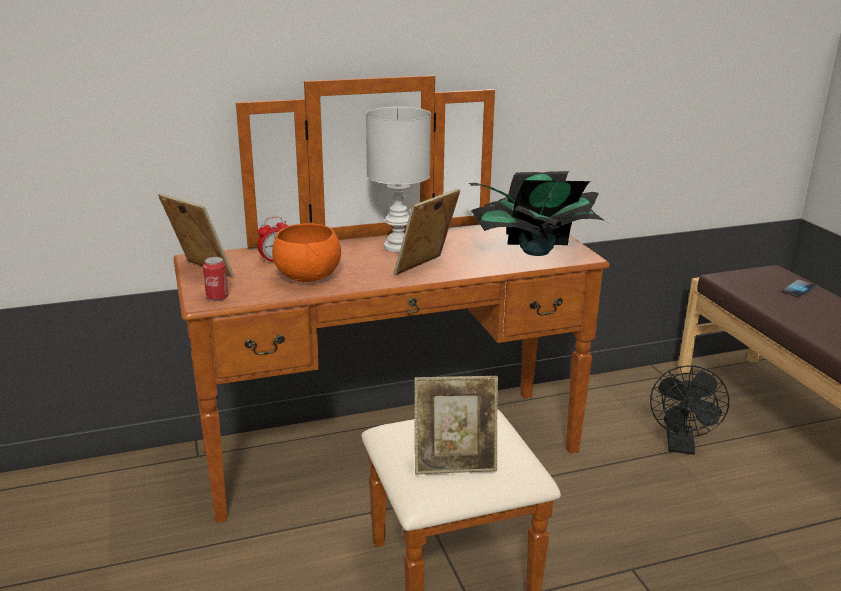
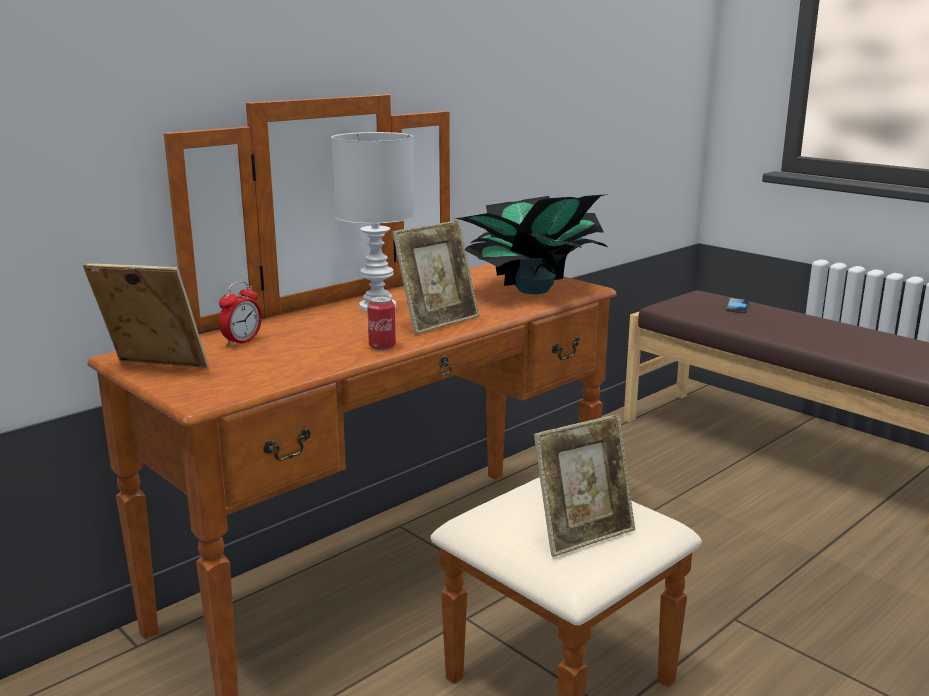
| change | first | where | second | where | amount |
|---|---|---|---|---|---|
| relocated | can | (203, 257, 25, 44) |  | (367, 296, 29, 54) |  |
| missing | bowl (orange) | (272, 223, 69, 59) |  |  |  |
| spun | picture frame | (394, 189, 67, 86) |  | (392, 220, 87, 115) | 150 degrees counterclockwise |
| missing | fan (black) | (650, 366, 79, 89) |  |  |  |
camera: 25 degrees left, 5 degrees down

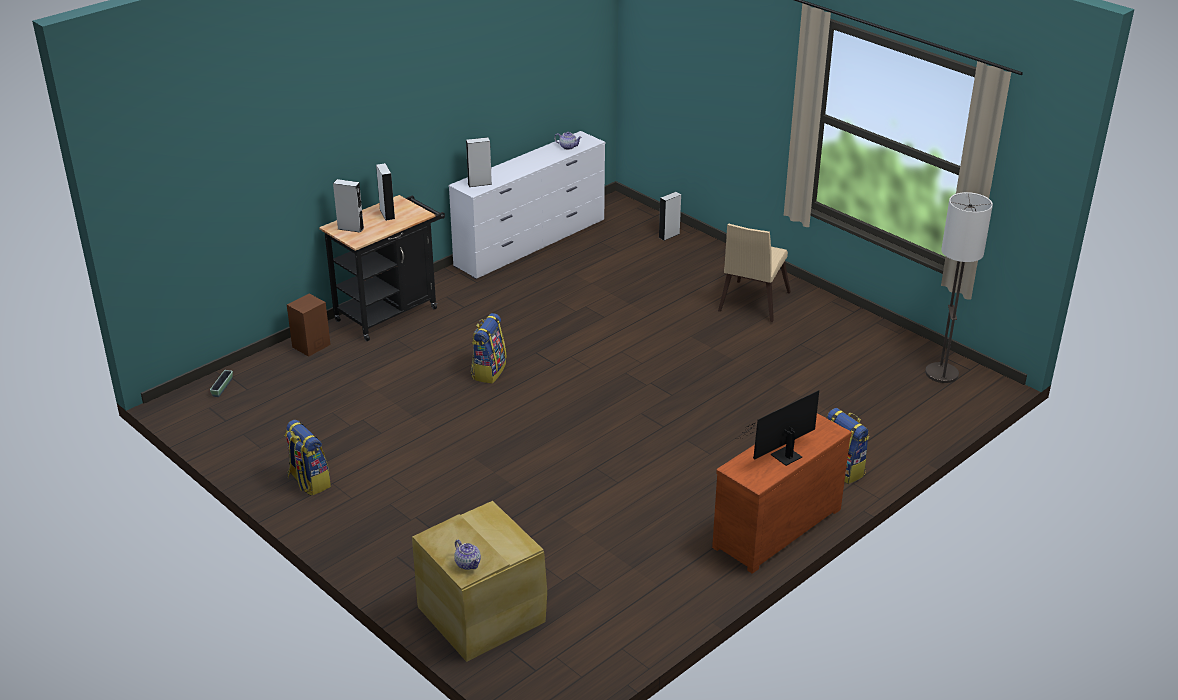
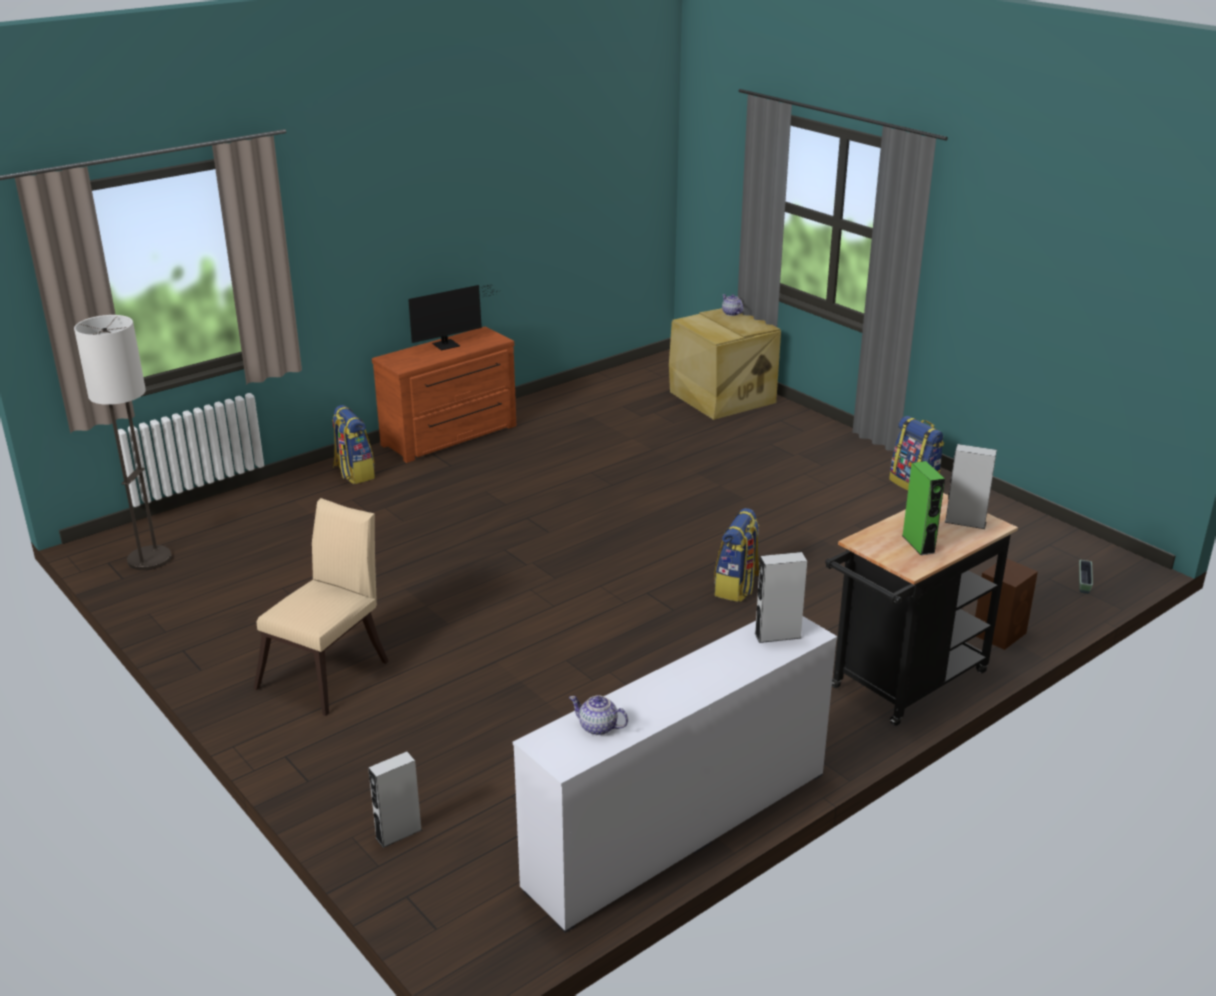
| change | first | where | second | where | amount |
|---|---|---|---|---|---|
| colour | speaker (grey) | (376, 163, 19, 58) | speaker (green) | (902, 461, 43, 94) |  |
camera: 175 degrees left, 5 degrees down

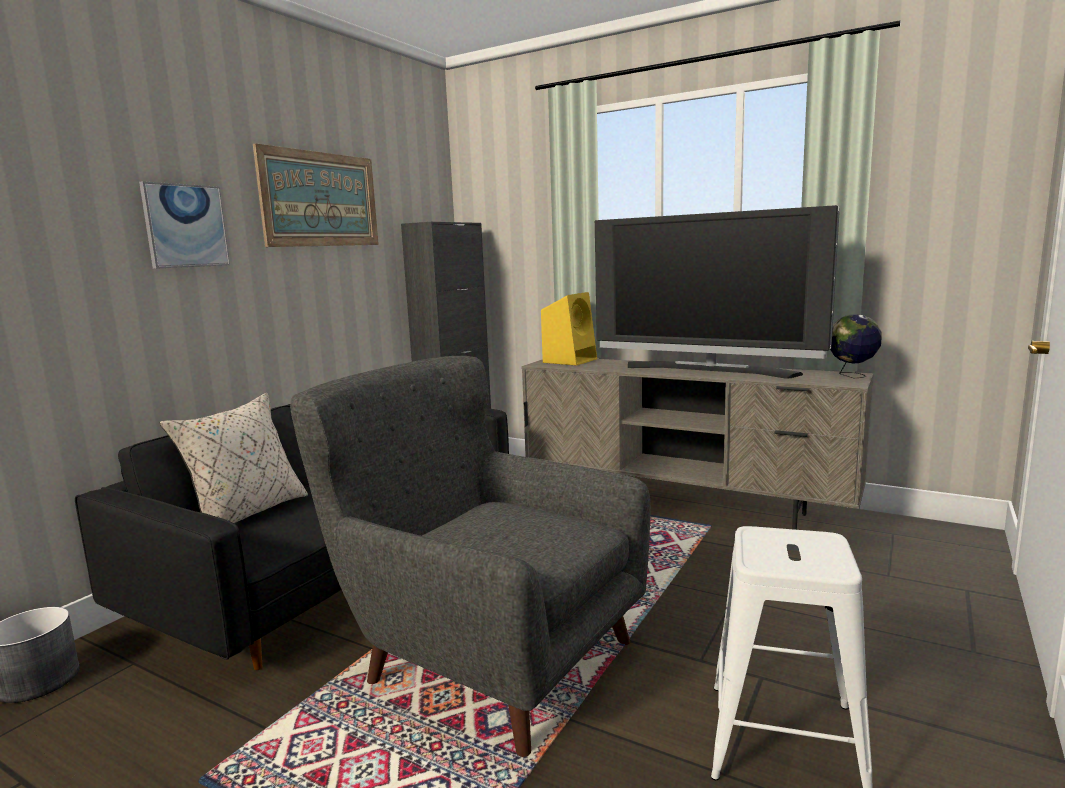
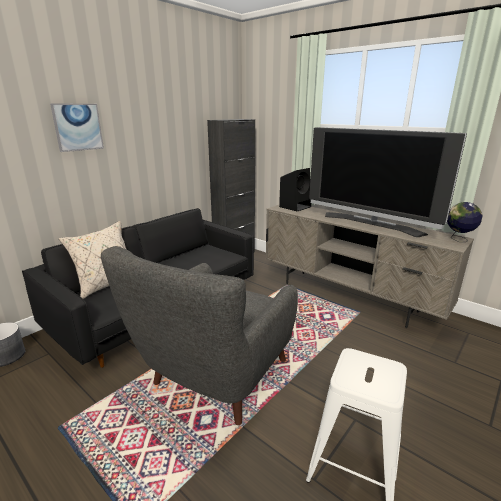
| change | first | where | second | where | amount |
|---|---|---|---|---|---|
| missing | picture | (253, 144, 126, 103) |  |  |  |
| spun | armchair (grey) | (290, 356, 361, 401) |  | (101, 246, 197, 179) | 105 degrees counterclockwise |
| colour | speaker (yellow) | (541, 292, 56, 74) | speaker (black) | (279, 168, 32, 43) |  |
camera: 10 degrees right, 10 degrees up

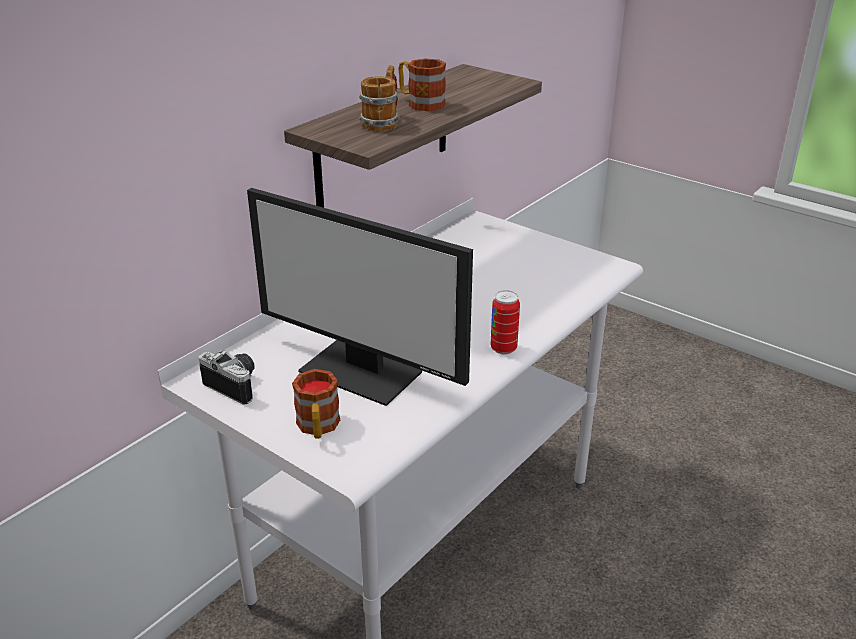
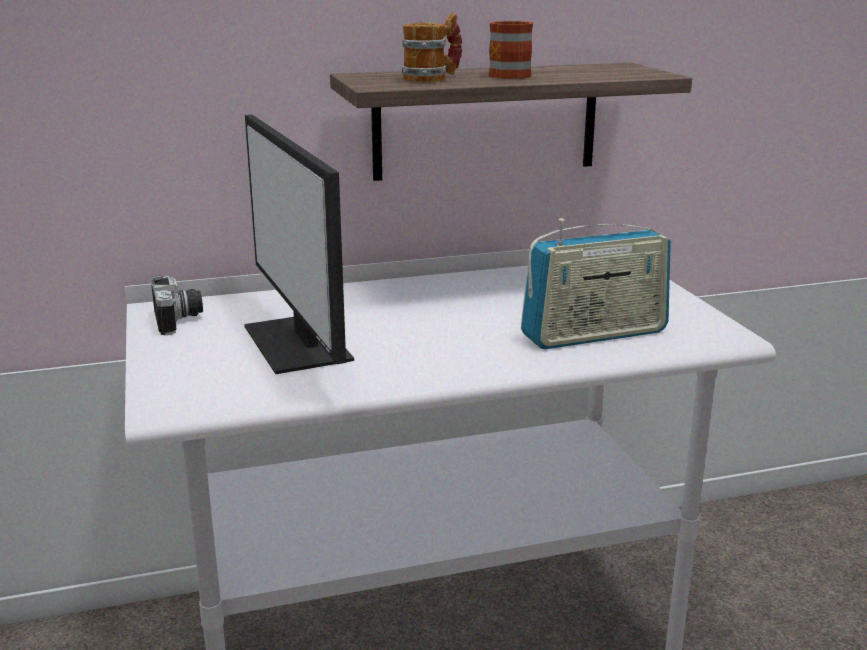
| change | first | where | second | where | amount |
|---|---|---|---|---|---|
| missing | mug | (292, 369, 48, 70) |  |  |  |
| missing | can | (491, 290, 29, 64) |  |  |  |
| appeared |  |  | radio | (521, 218, 150, 131) |  |
camera: 35 degrees right, 10 degrees down

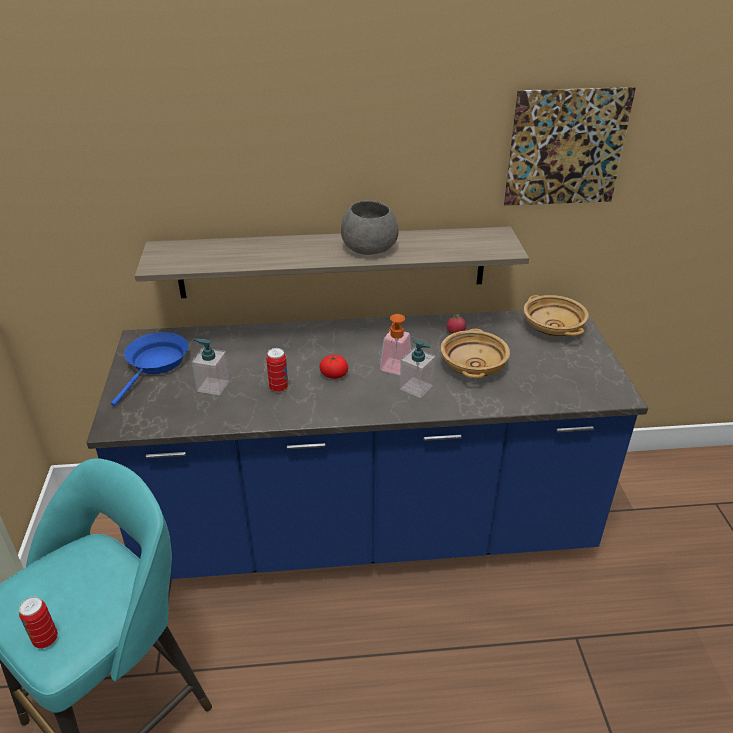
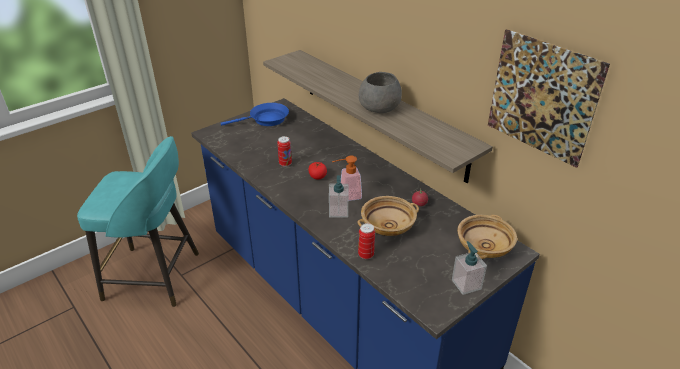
| change | first | where | second | where | amount |
|---|---|---|---|---|---|
| relocated | can | (19, 597, 39, 52) |  | (358, 223, 17, 36) |  |
| relocated | soap dispenser | (192, 338, 38, 57) |  | (452, 241, 35, 54) |  |
camera: 55 degrees right, 0 degrees up

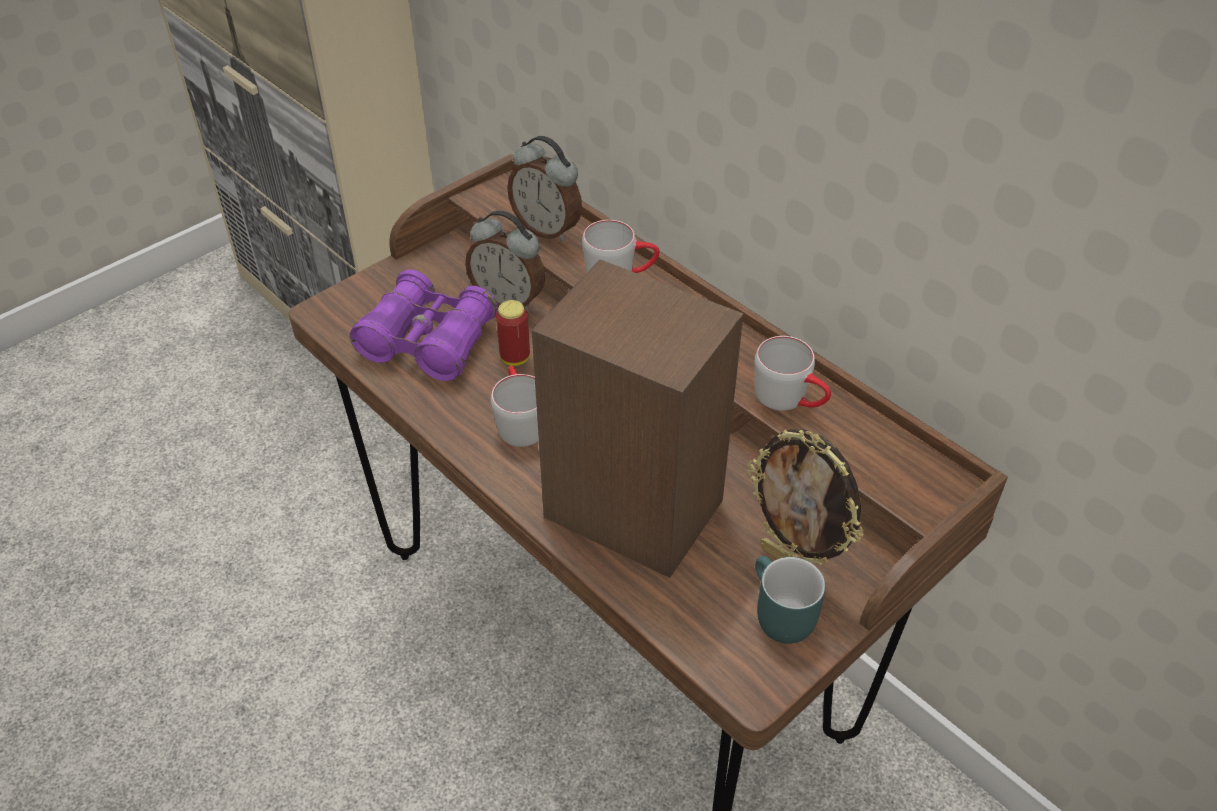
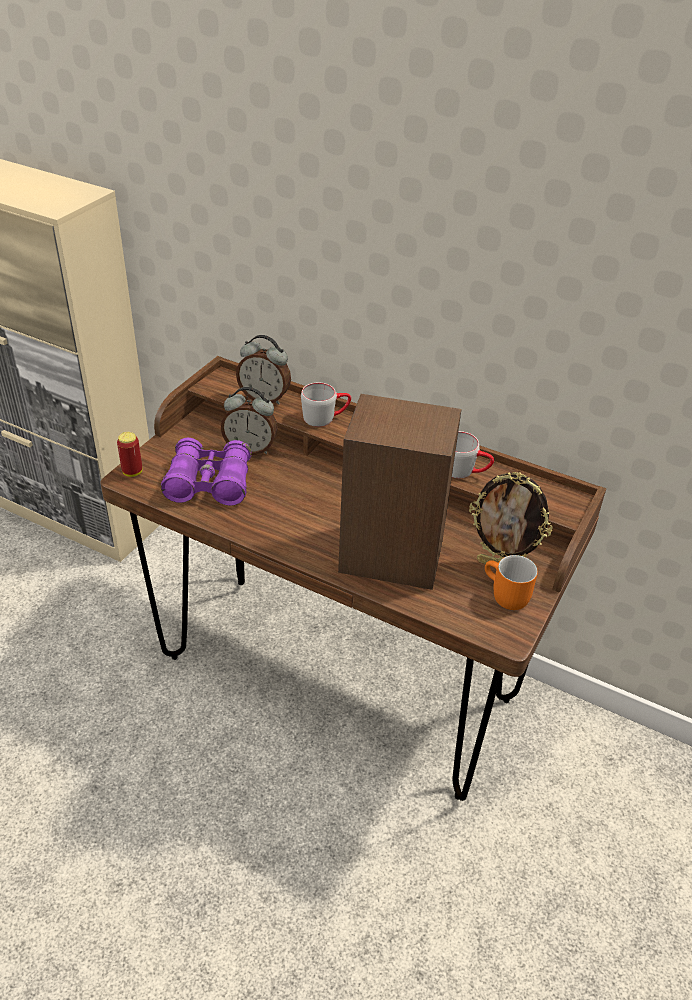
| change | first | where | second | where | amount |
|---|---|---|---|---|---|
| missing | mug (grey) | (491, 366, 48, 81) |  |  |  |
| relocated | can | (496, 300, 34, 66) |  | (117, 432, 25, 45) |  |
| colour | mug (turquoise) | (755, 556, 71, 88) | mug (orange) | (485, 555, 53, 55) |  |
camera: 20 degrees left, 5 degrees down

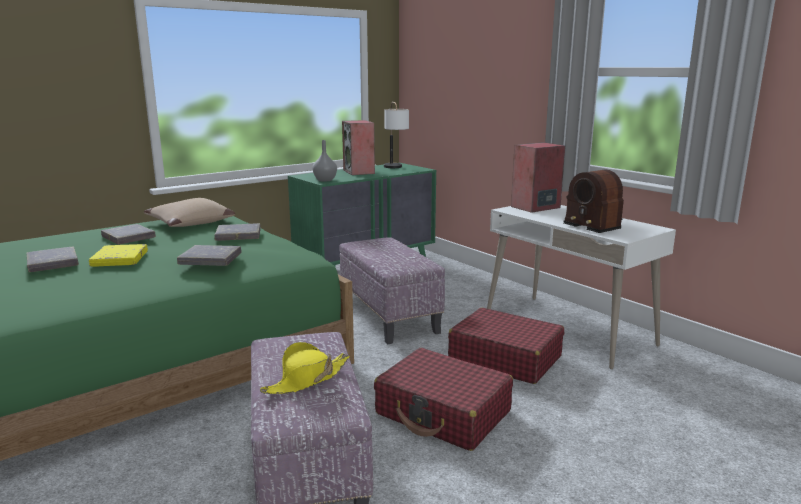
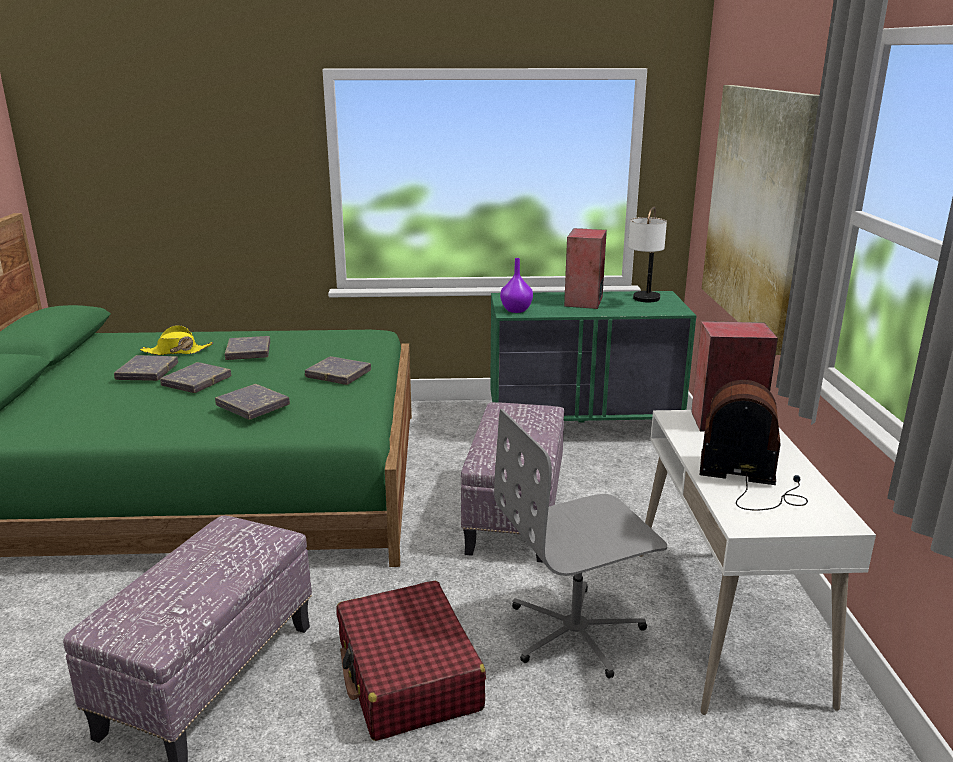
| change | first | where | second | where | amount |
|---|---|---|---|---|---|
| colour | book (yellow) | (89, 244, 59, 23) | book (grey) | (160, 362, 71, 31) |  |
| missing | pillow (beige) | (144, 198, 91, 29) |  |  |  |
| relocated | hat (yellow) | (260, 342, 89, 52) |  | (140, 325, 73, 30) |  |
| colour | vase (grey) | (312, 140, 25, 42) | vase (purple) | (500, 258, 33, 55) |  |
| exchanged | suitcase (red) | (448, 308, 116, 76) | office chair (grey) | (494, 409, 174, 269) |  |
| spun | radio | (564, 170, 60, 63) |  | (699, 380, 109, 131) | 105 degrees clockwise |
| appeared |  |  | picture | (702, 85, 117, 270) |  |
camera: 35 degrees right, 5 degrees up

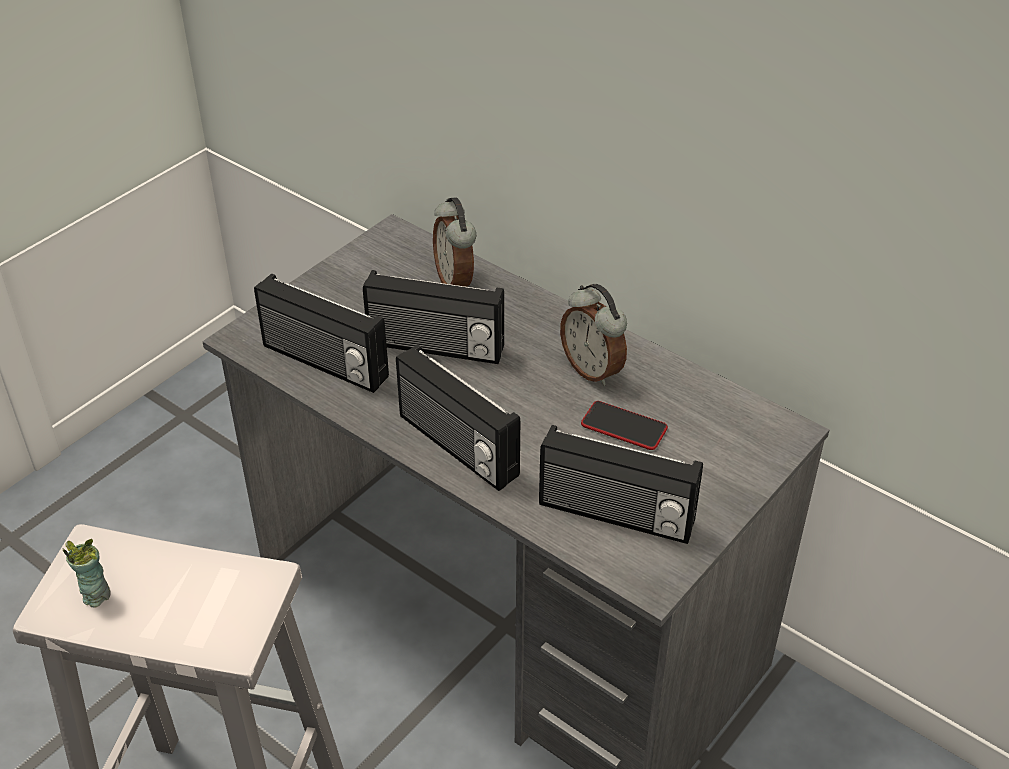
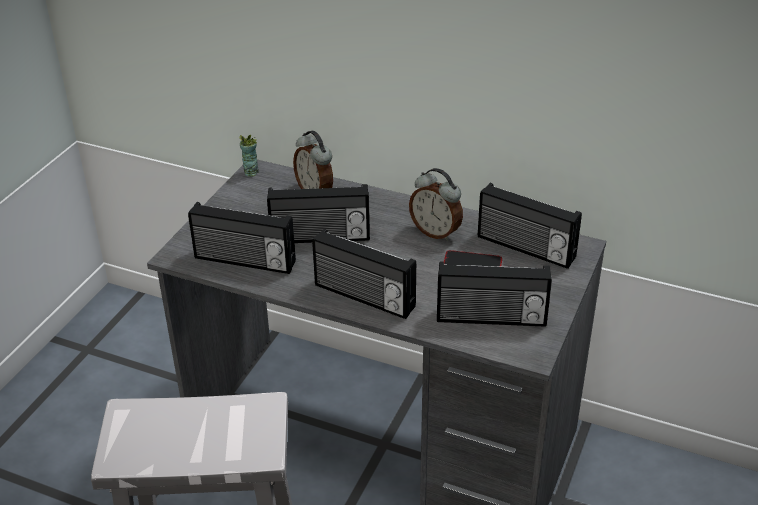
| change | first | where | second | where | amount |
|---|---|---|---|---|---|
| relocated | cup | (63, 539, 48, 68) |  | (239, 135, 20, 42) |  |
| appeared |  |  | radio | (478, 183, 104, 86) |  |
camera: 15 degrees left, 5 degrees down

